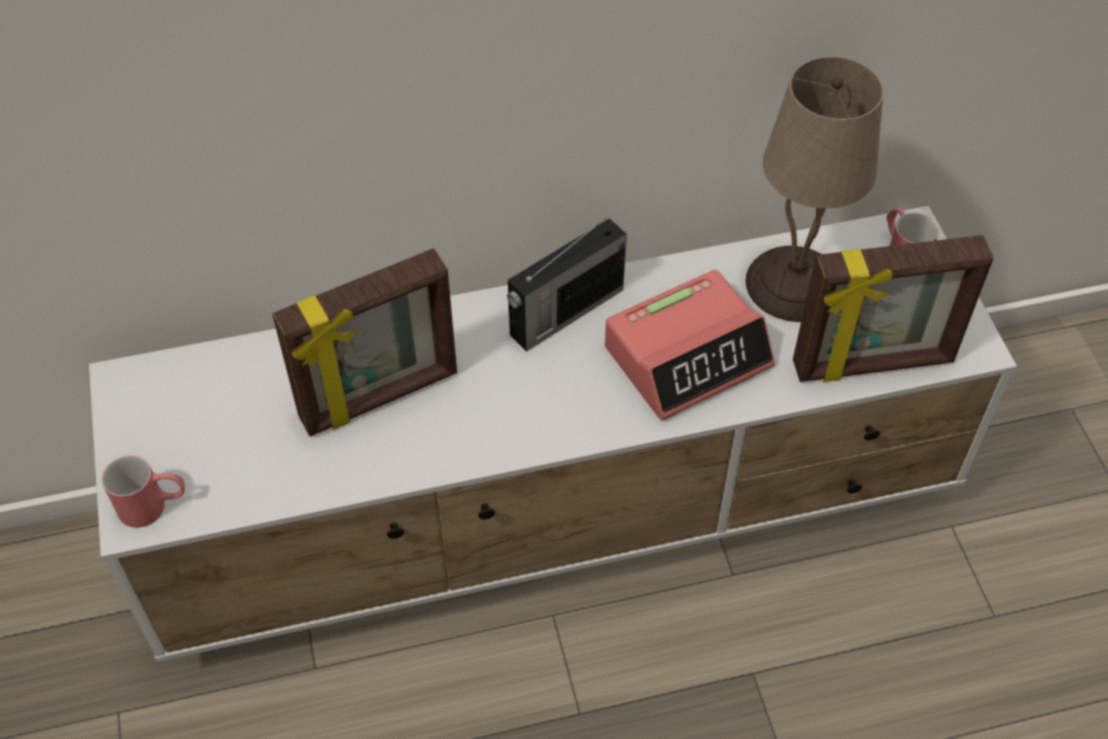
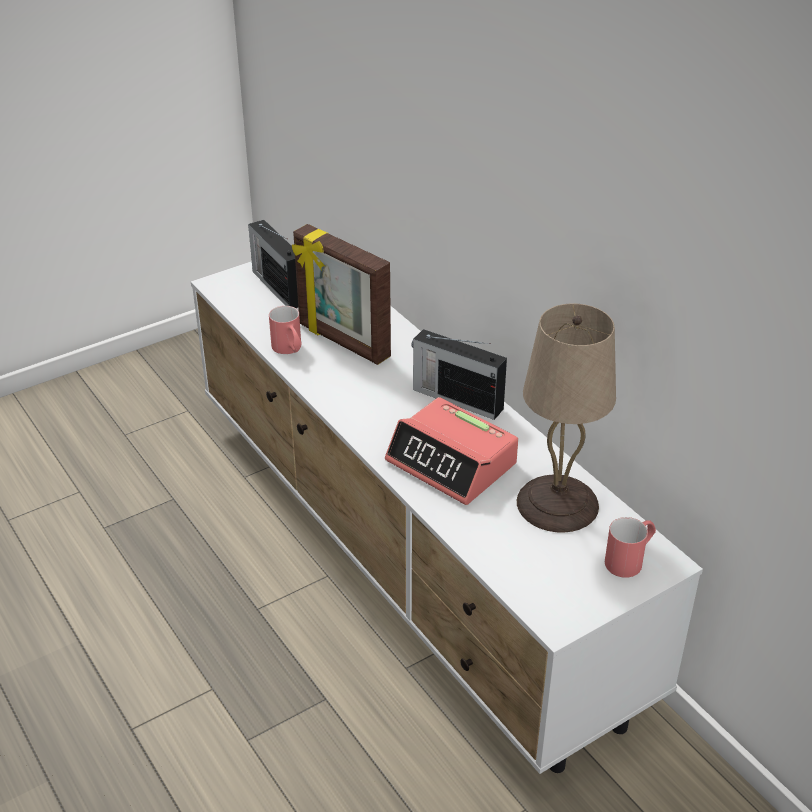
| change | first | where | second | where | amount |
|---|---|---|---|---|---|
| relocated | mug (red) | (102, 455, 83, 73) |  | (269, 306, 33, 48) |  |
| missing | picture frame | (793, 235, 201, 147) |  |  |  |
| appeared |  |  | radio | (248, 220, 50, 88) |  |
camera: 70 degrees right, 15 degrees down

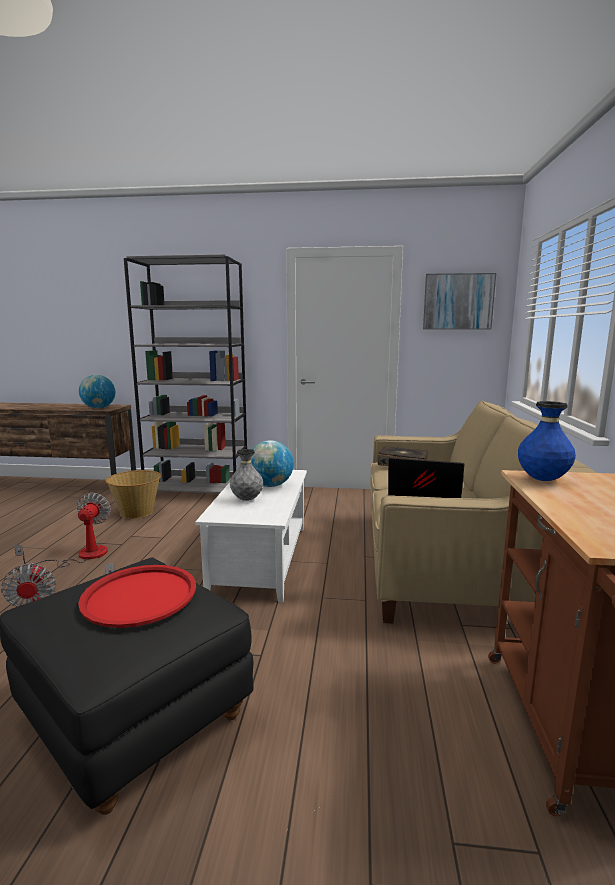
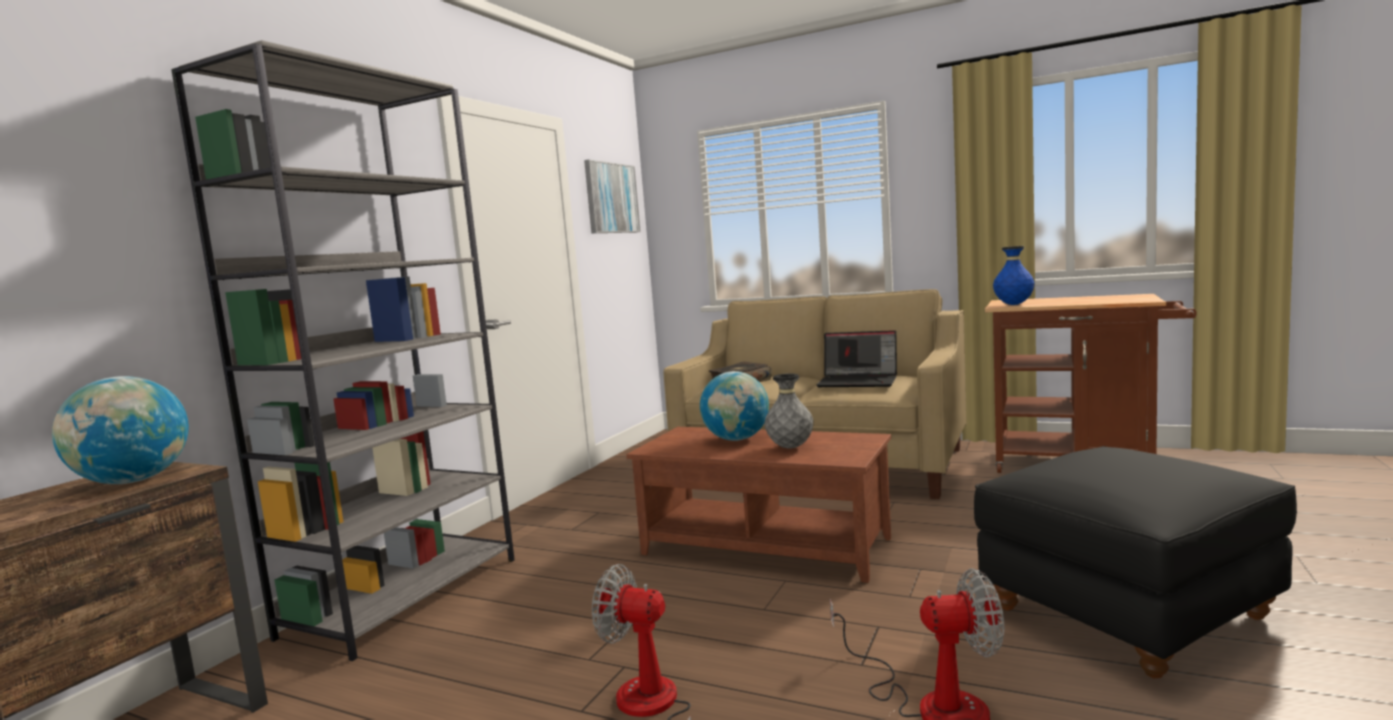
| change | first | where | second | where | amount |
|---|---|---|---|---|---|
| missing | tray (red) | (78, 565, 118, 63) |  |  |  |
| missing | basket | (106, 470, 55, 49) |  |  |  |
| colour | coffee table (white) | (195, 470, 112, 133) | coffee table (brown) | (626, 427, 265, 156) |  |
| spun | laptop | (388, 458, 76, 40) |  | (816, 330, 81, 57) | 105 degrees counterclockwise |
camera: 70 degrees left, 5 degrees down

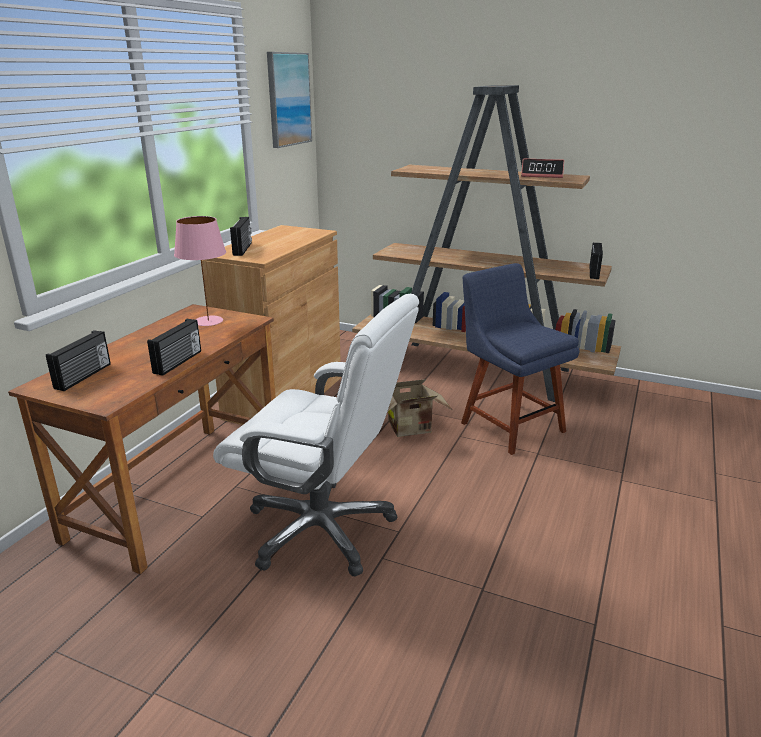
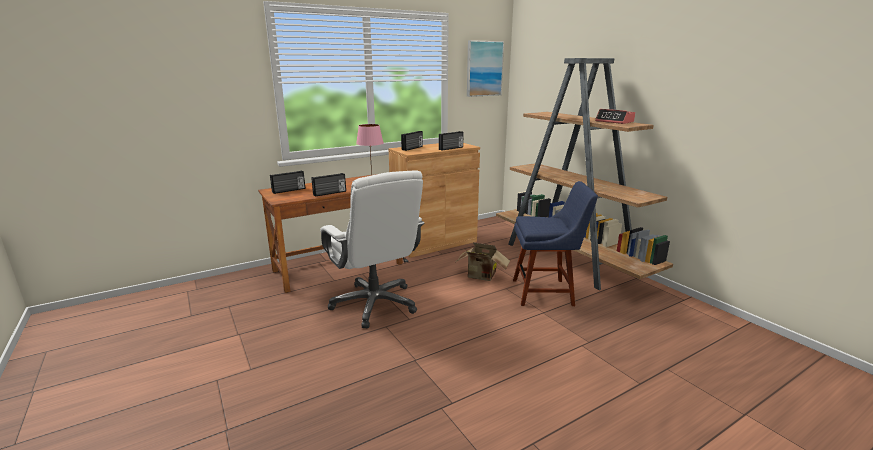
| change | first | where | second | where | amount |
|---|---|---|---|---|---|
| spun | chair (blue) | (461, 263, 119, 192) |  | (513, 181, 85, 125) | 90 degrees clockwise |
| relocated | radio | (590, 243, 13, 36) |  | (439, 131, 25, 19) |  |
camera: 35 degrees right, 5 degrees down

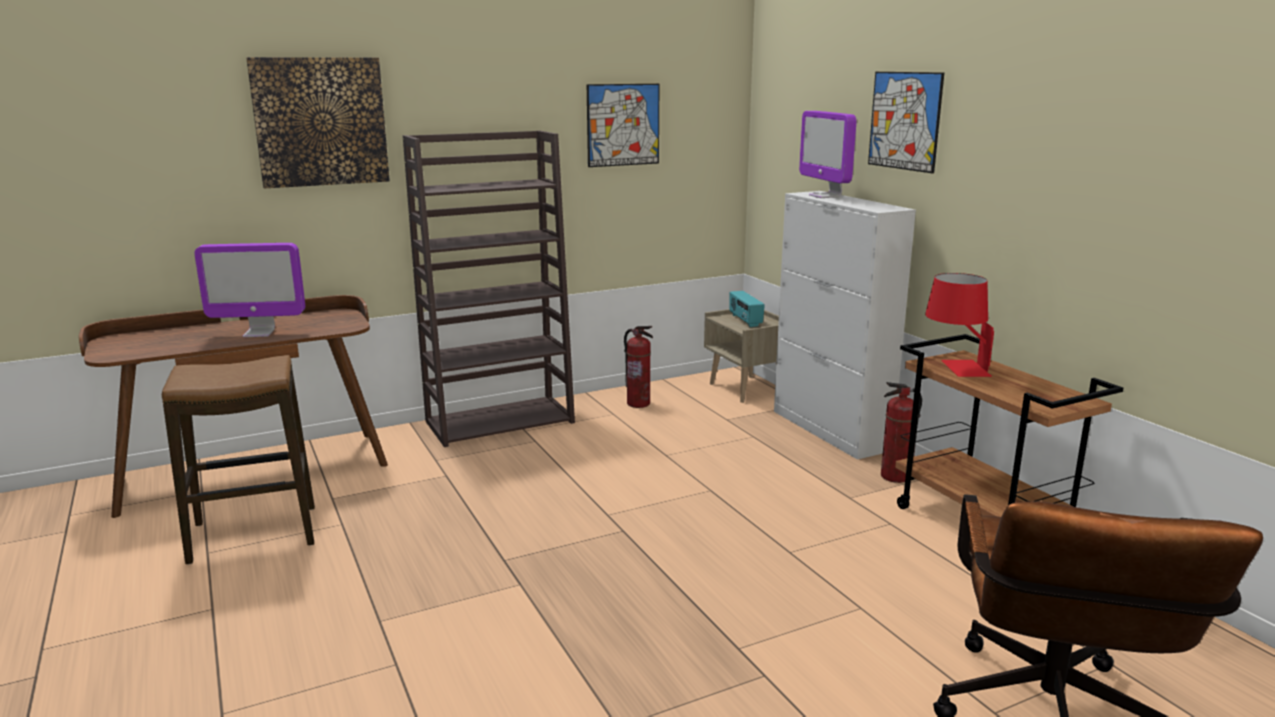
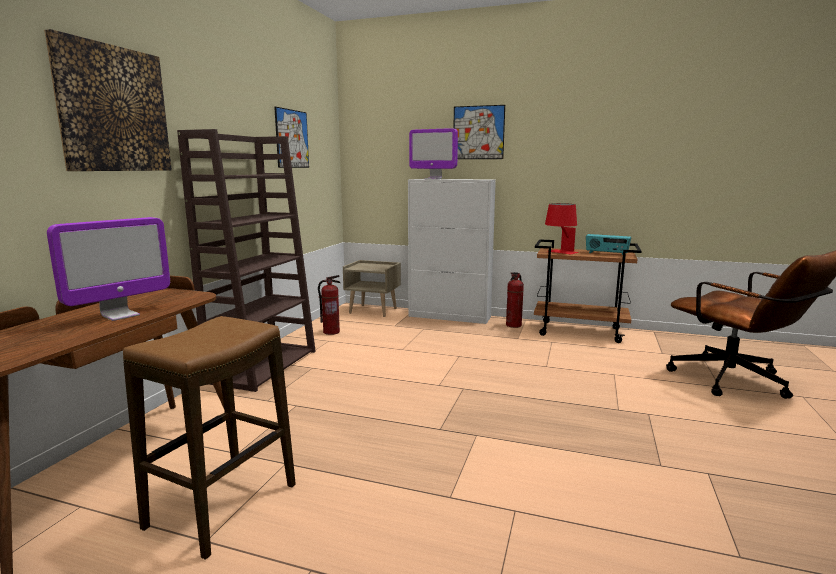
| change | first | where | second | where | amount |
|---|---|---|---|---|---|
| relocated | radio | (729, 291, 36, 36) |  | (586, 234, 45, 21) |  |
camera: 45 degrees left, 5 degrees down

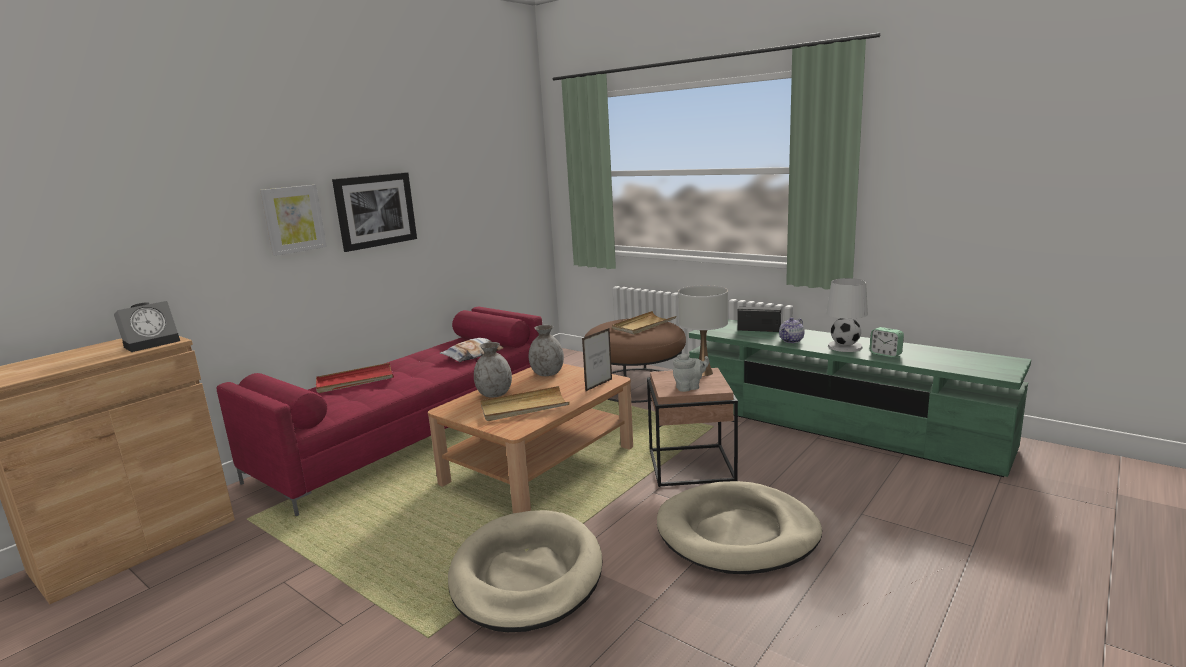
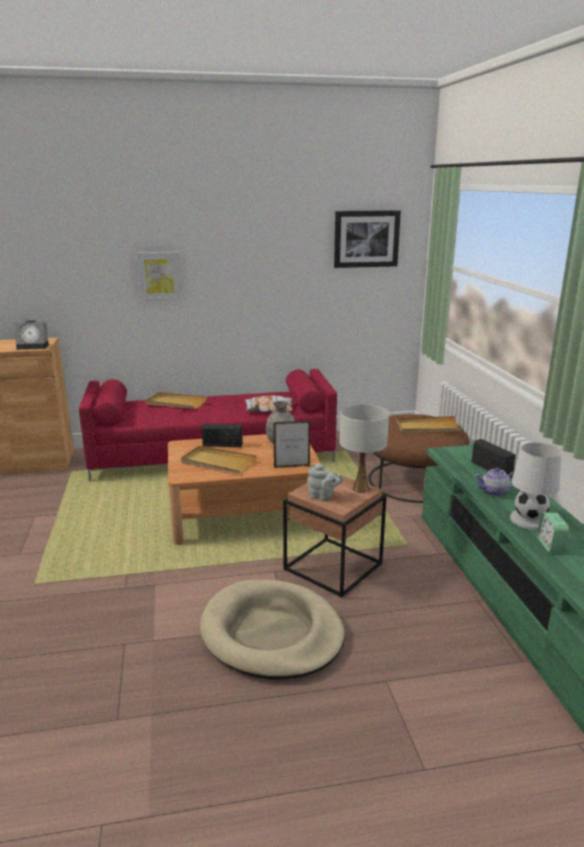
| change | first | where | second | where | amount |
|---|---|---|---|---|---|
| colour | tray (red) | (316, 363, 78, 30) | tray (beige) | (146, 392, 61, 17) |  |
| relocated | picture | (332, 172, 85, 80) |  | (334, 210, 67, 58) |  |
| missing | dog bed (beige) | (448, 510, 154, 122) |  |  |  |
| exchanged | vase (grey) | (474, 342, 38, 56) | radio | (202, 424, 41, 23) |  |
camera: 40 degrees right, 5 degrees up

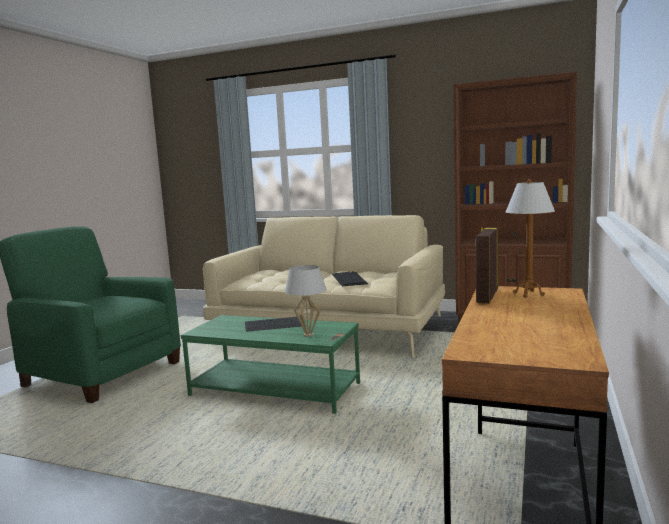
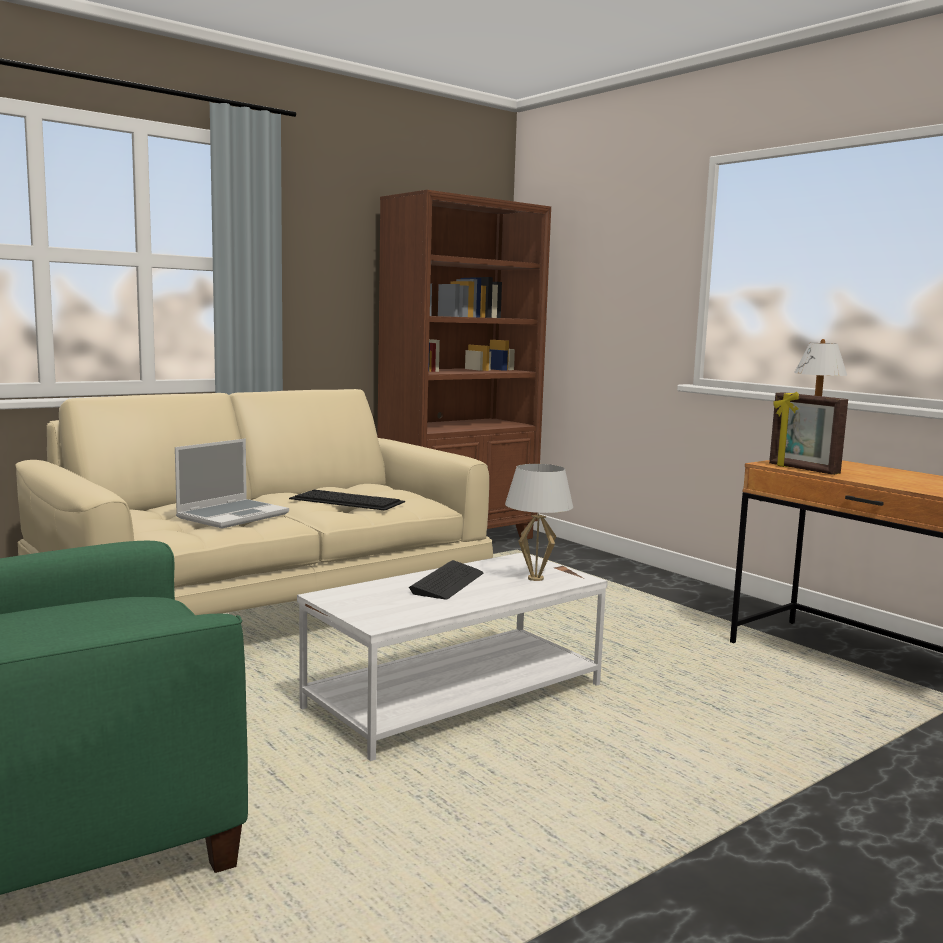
| change | first | where | second | where | amount |
|---|---|---|---|---|---|
| colour | coffee table (green) | (181, 315, 179, 99) | coffee table (white) | (297, 553, 311, 208) |  |
| appeared |  |  | laptop | (175, 439, 114, 89) |  |
camera: 60 degrees left, 0 degrees up

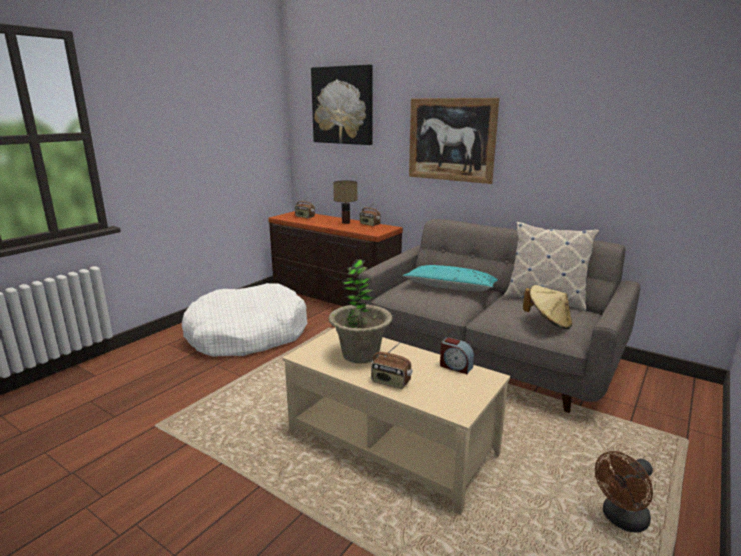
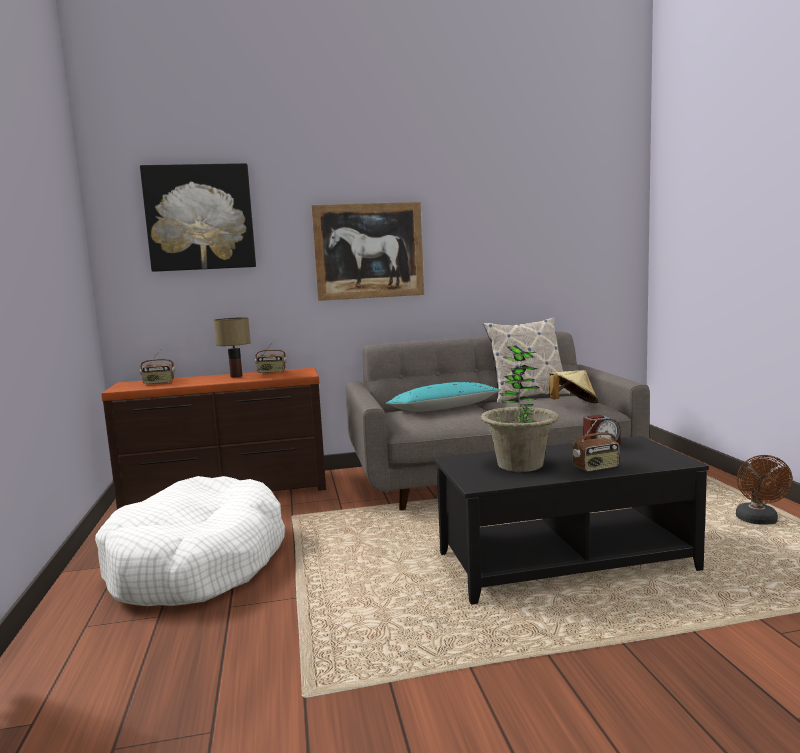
| change | first | where | second | where | amount |
|---|---|---|---|---|---|
| colour | coffee table (beige) | (283, 328, 227, 187) | coffee table (black) | (434, 436, 275, 169) |  |
camera: 45 degrees left, 10 degrees down

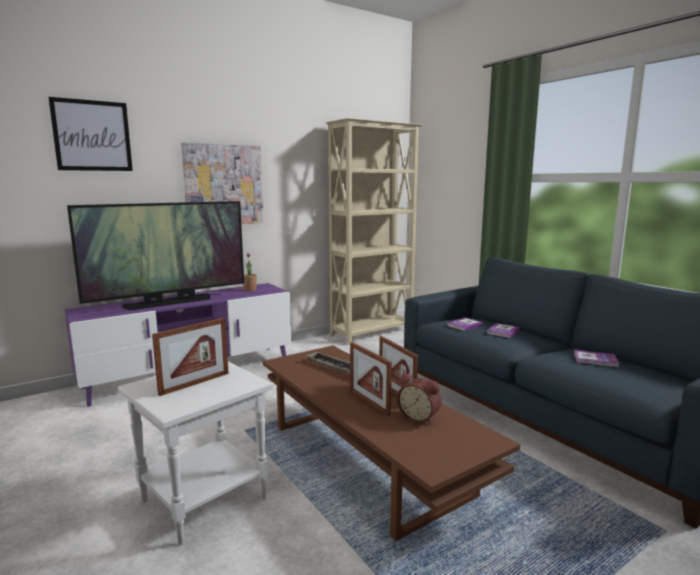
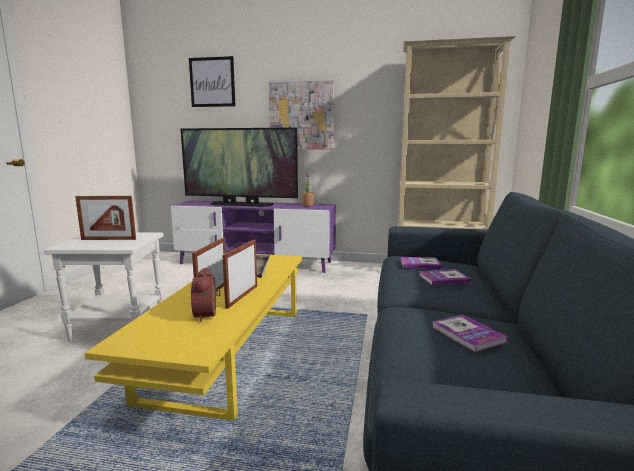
| change | first | where | second | where | amount |
|---|---|---|---|---|---|
| colour | coffee table (brown) | (263, 345, 257, 196) | coffee table (yellow) | (85, 254, 217, 167) |  |
camera: 45 degrees right, 0 degrees up

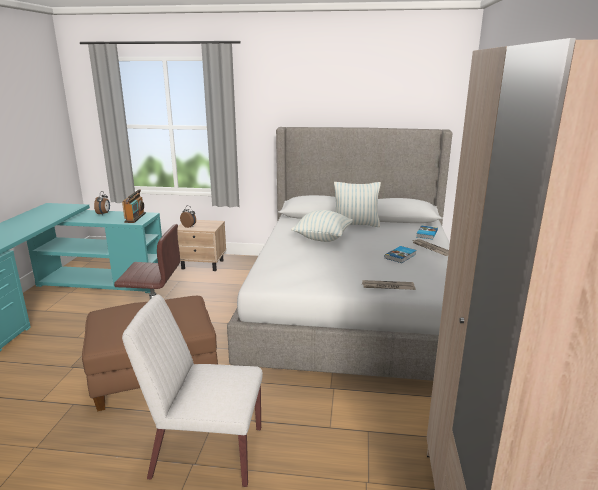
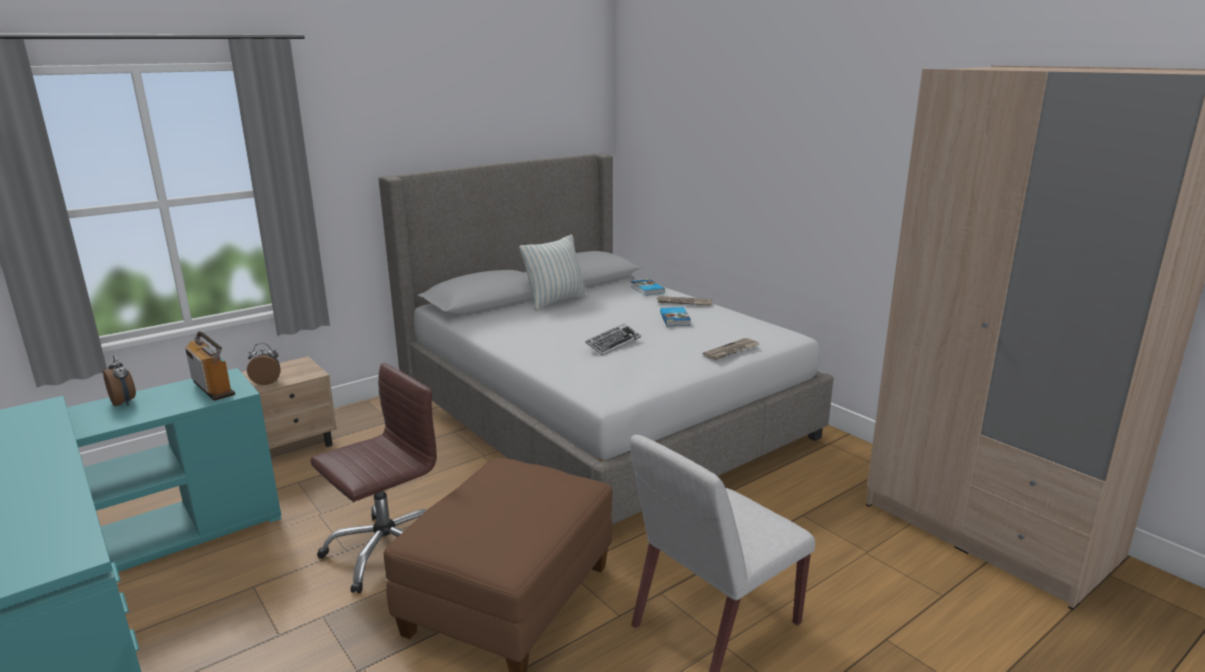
| change | first | where | second | where | amount |
|---|---|---|---|---|---|
| missing | pillow | (291, 210, 62, 32) |  |  |  |
| appeared |  |  | keyboard | (585, 324, 56, 32) |  |
camera: 45 degrees left, 0 degrees up

